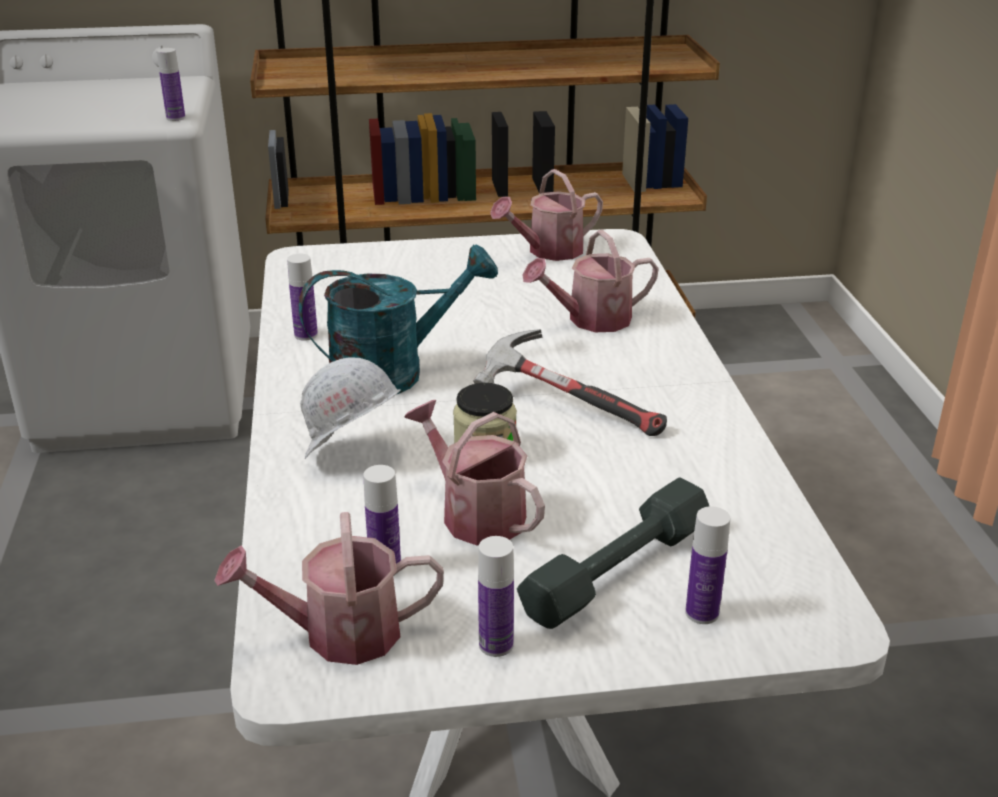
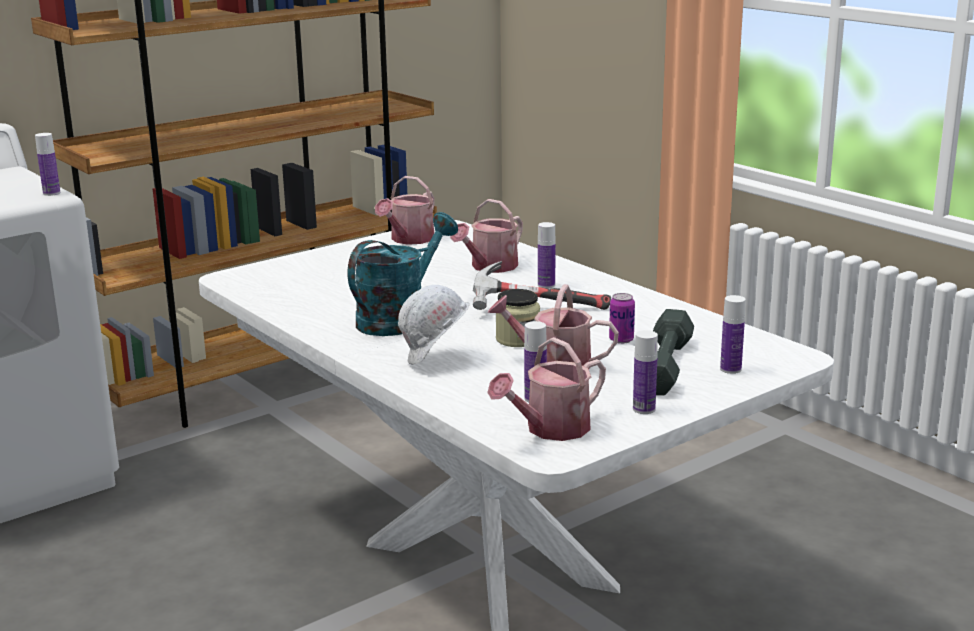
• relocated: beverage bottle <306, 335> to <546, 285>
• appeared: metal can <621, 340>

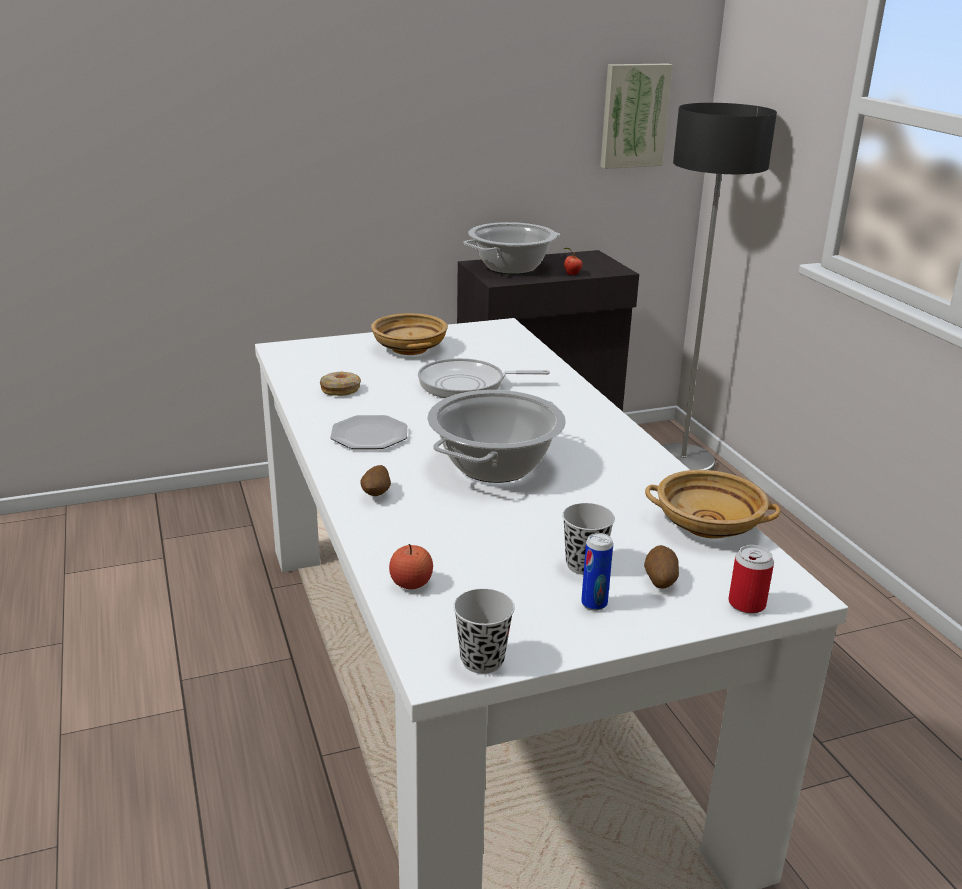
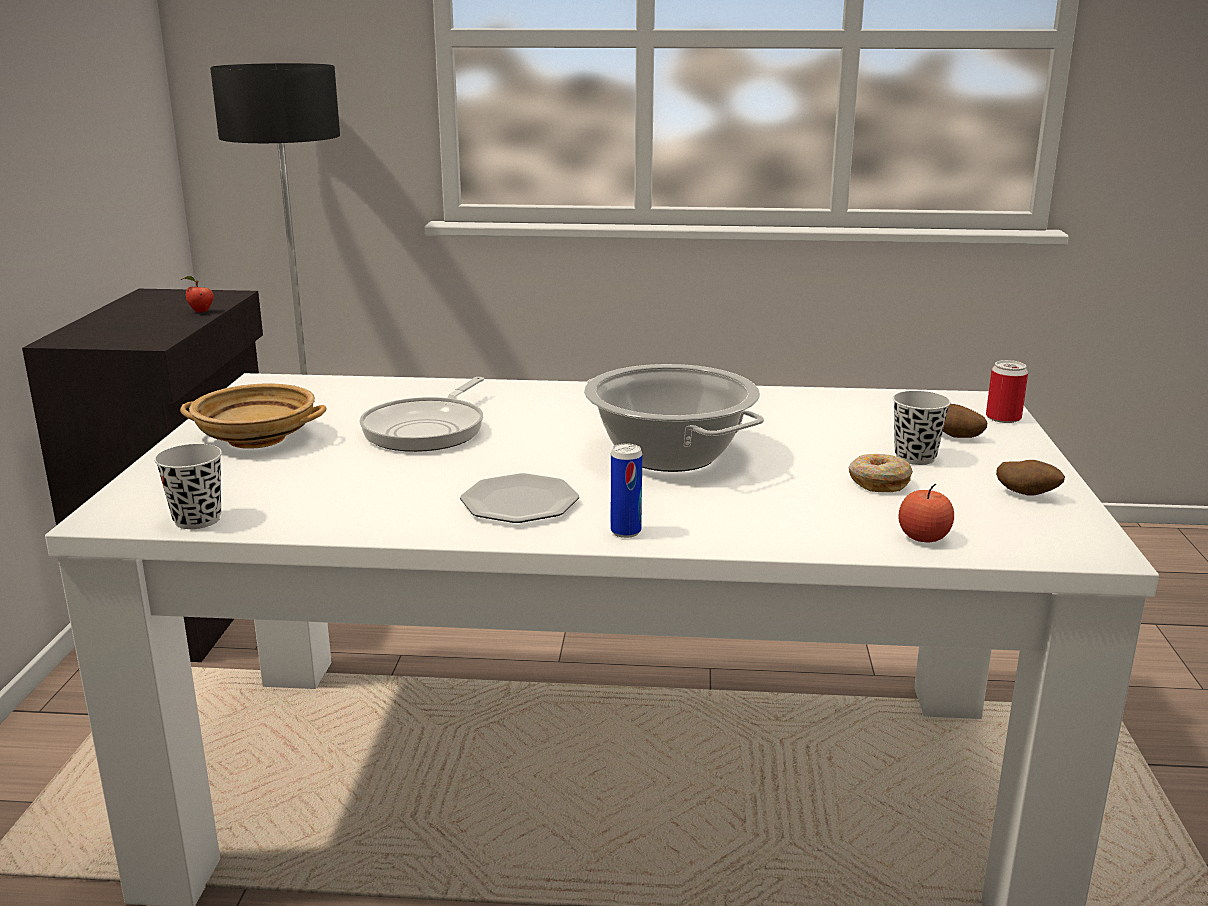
• relocated: black-coloured small cup <482, 660> to <197, 520>
• relocated: metal can <594, 604> to <625, 532>
• relocated: doughnut <340, 390> to <878, 482>
• relocated: whole potato <376, 494> to <1027, 495>
• missing: cooking pot <511, 268>
• missing: picture <633, 115>
• missing: beige deep dish <707, 525>

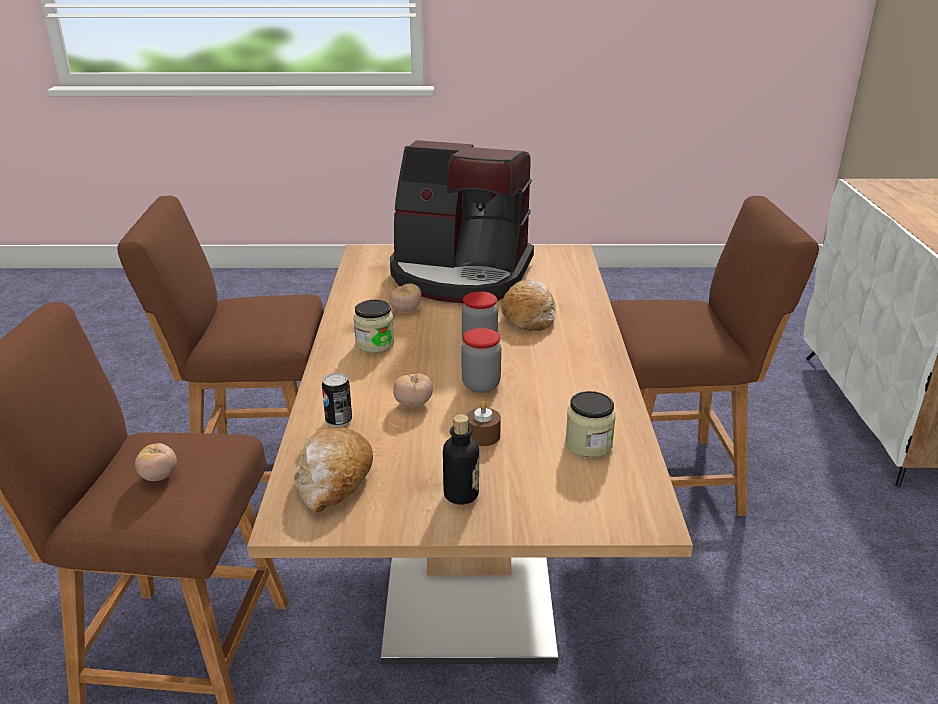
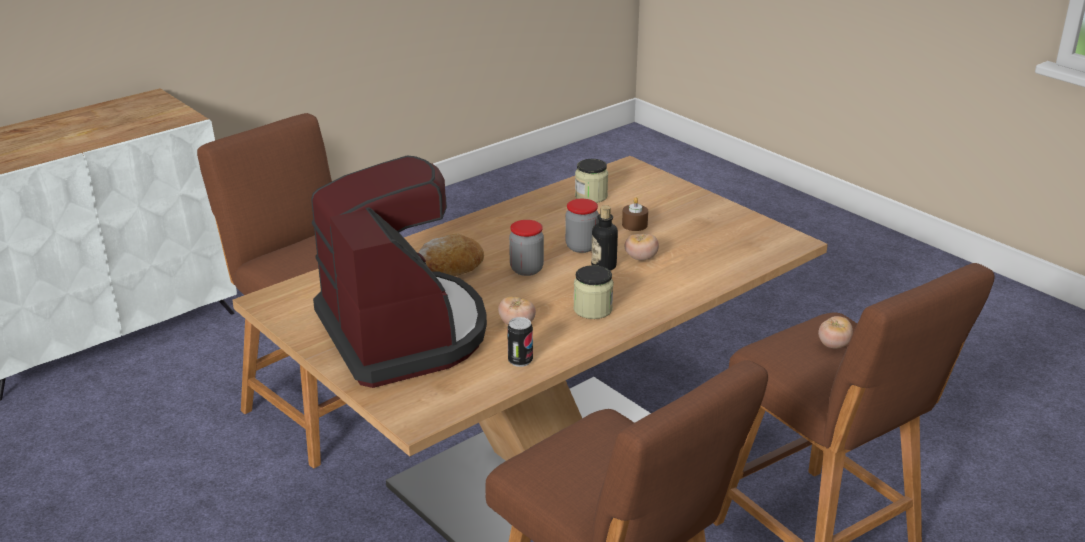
• relocated: metal can <338, 420> to <520, 361>
• relocated: beverage bottle <461, 494> to <603, 266>
• missing: bakery bread <333, 480>

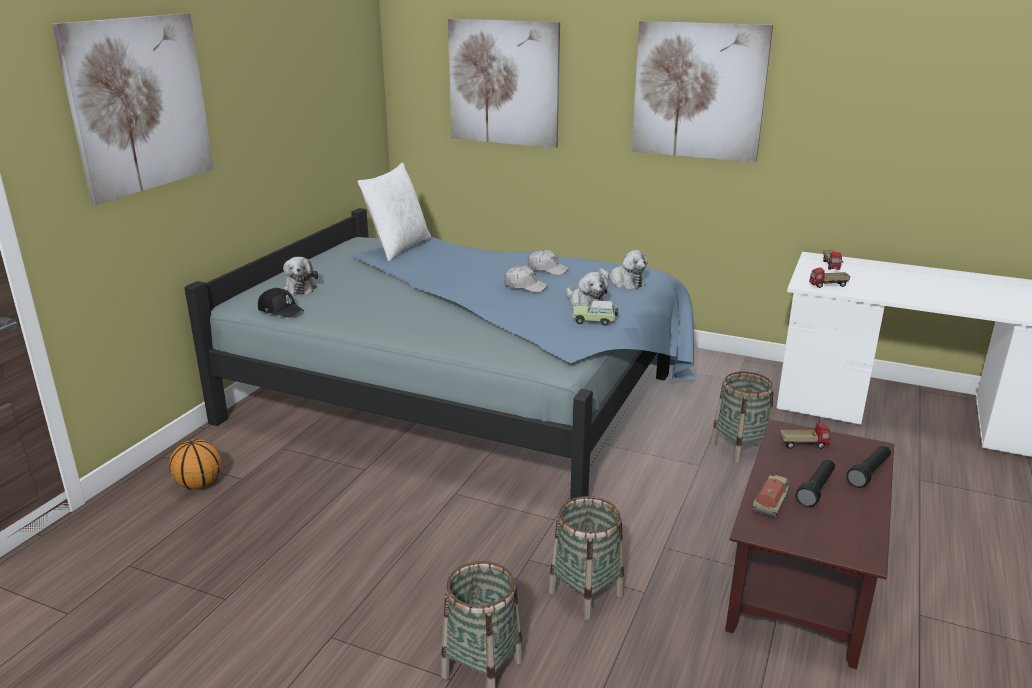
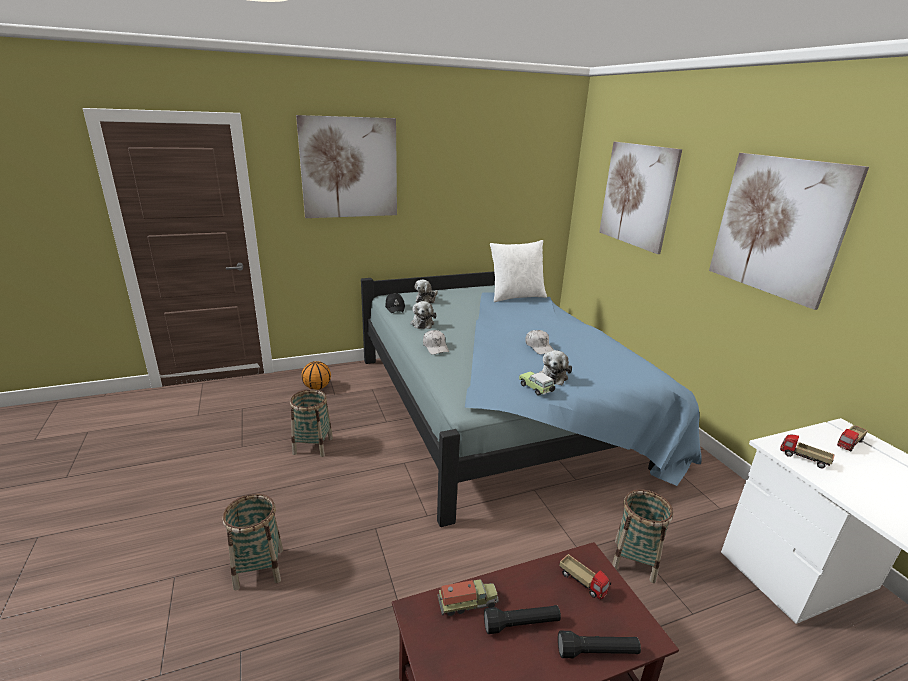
• relocated: basket <586, 593> to <313, 446>
• relocated: soft toy <624, 282> to <422, 323>
• relocated: white-coloured peaked cap <547, 269> to <435, 347>

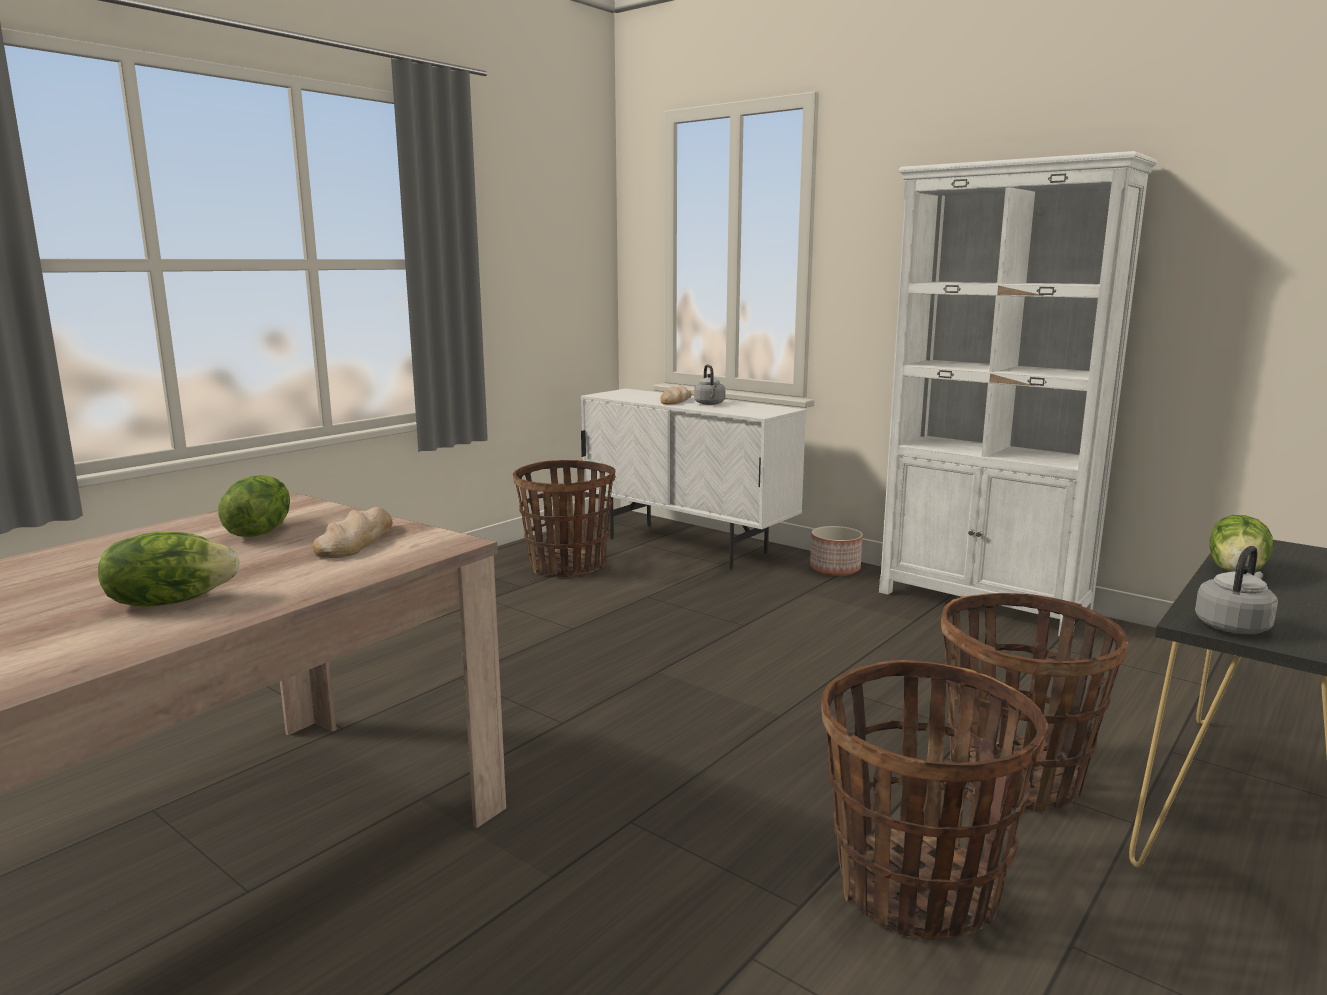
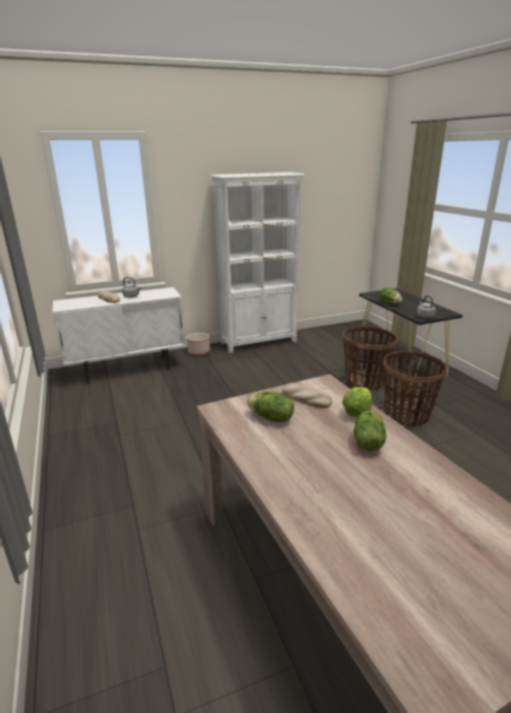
• appeared: lettuce <357, 413>
• missing: basket <567, 566>

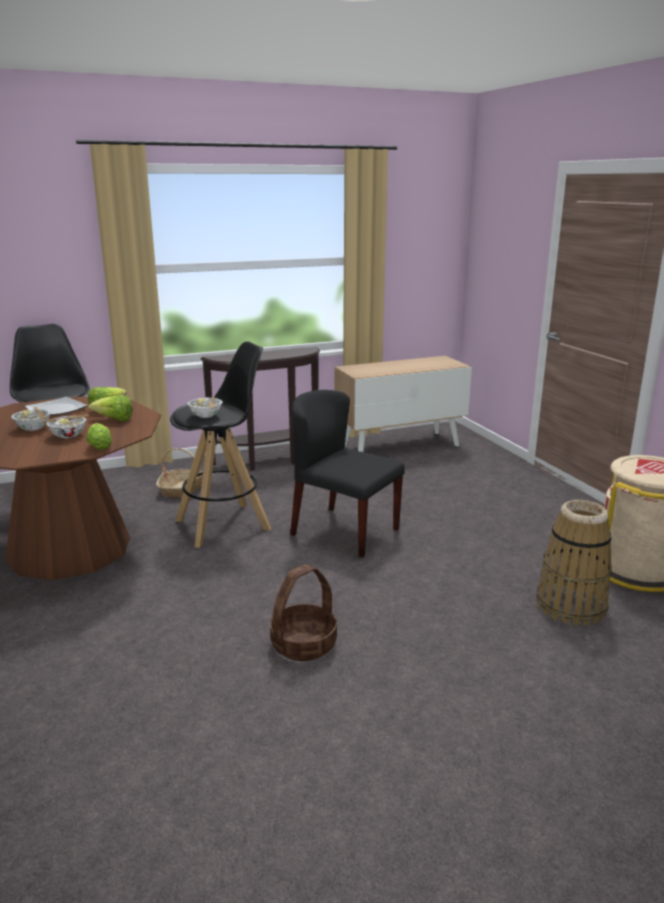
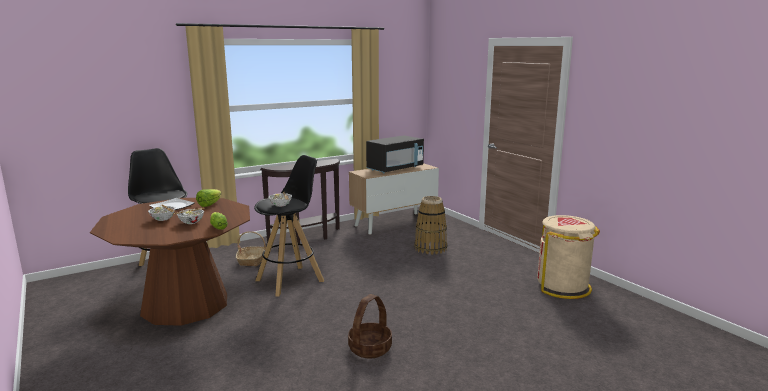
• appeared: black-coloured microwave oven <395, 169>
• relocated: basket <571, 606> to <430, 248>
• missing: lettuce <114, 420>
• missing: black-coloured chair <344, 531>

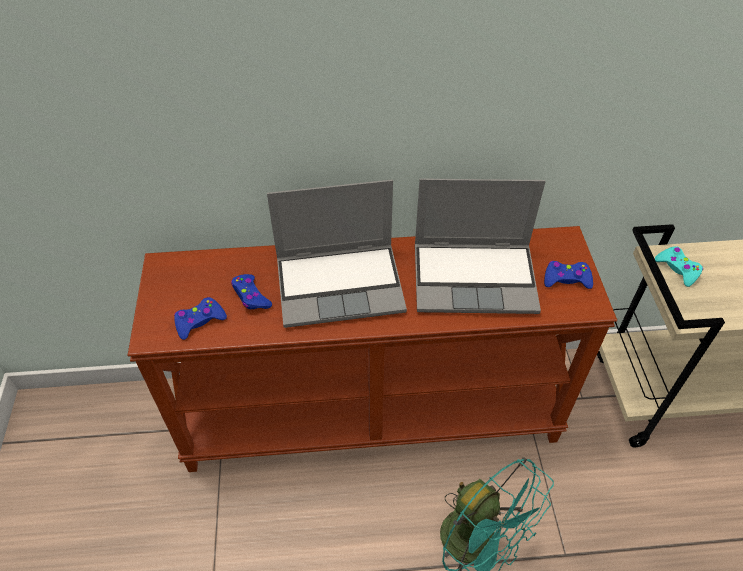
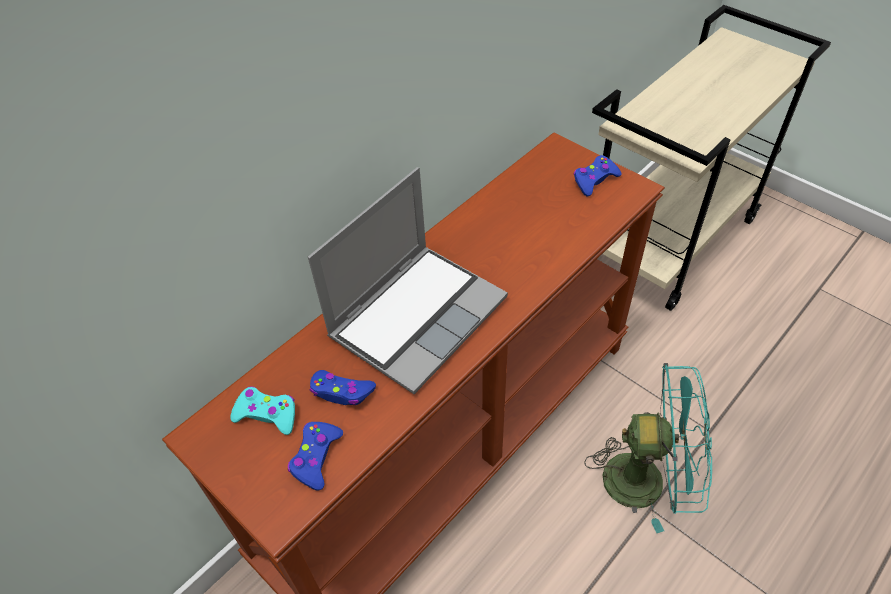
• relocated: blue-green game controller <677, 269> to <267, 414>
• missing: portable computer <475, 278>

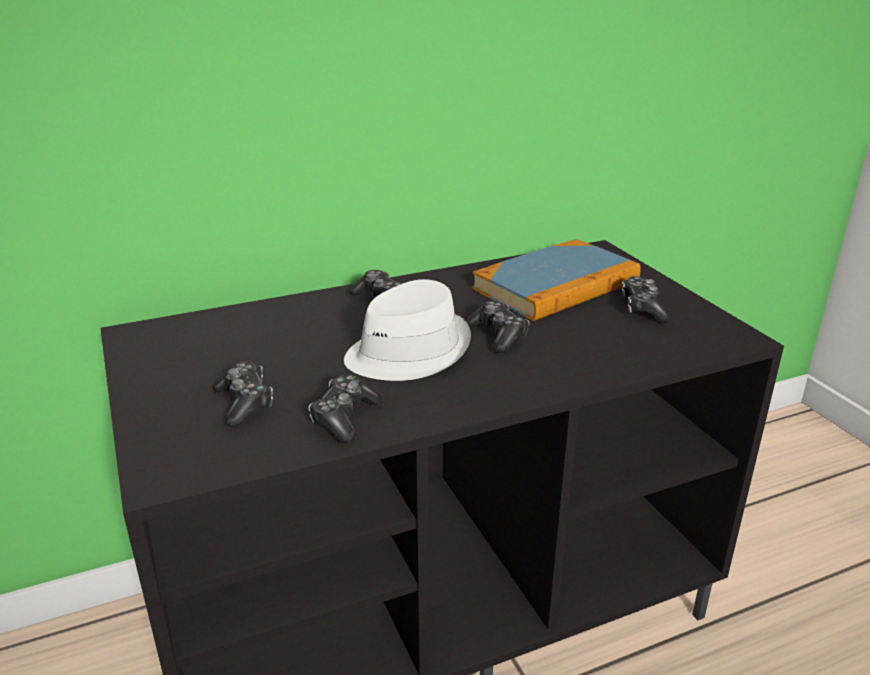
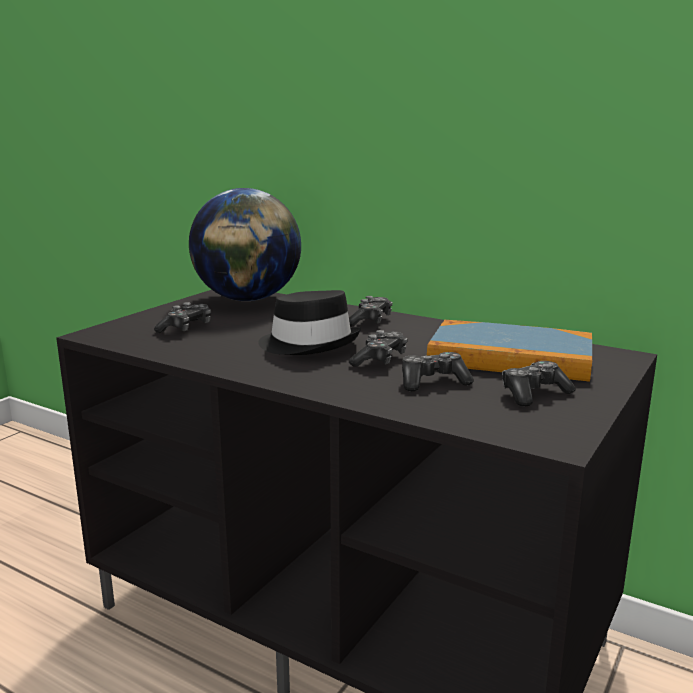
• appeared: world globe <248, 299>
• colour: white-coloured clothing hat <407, 351> to black-coloured clothing hat <309, 344>
• relocated: game controller <345, 418> to <433, 382>

